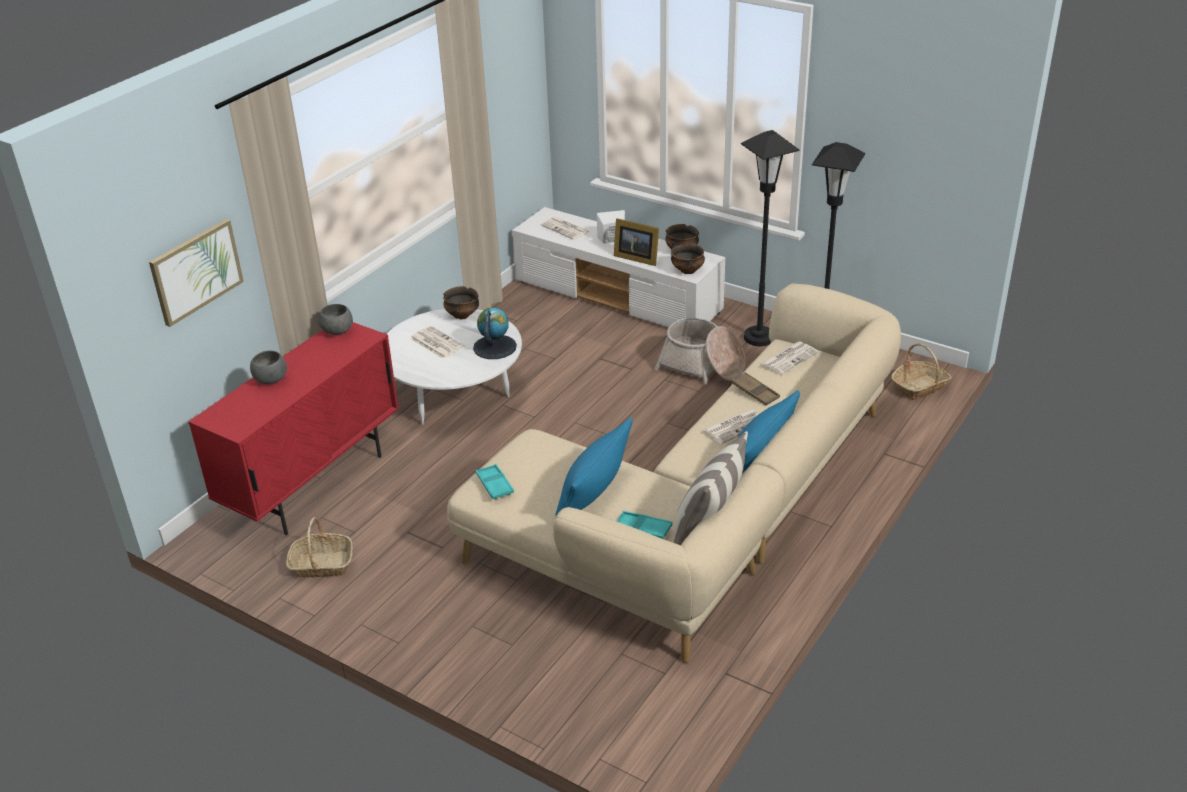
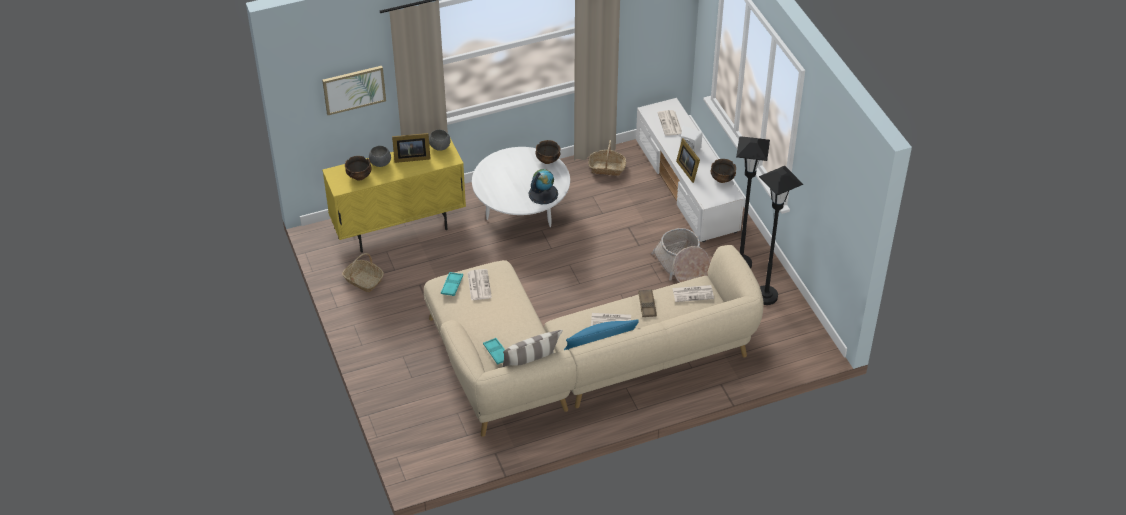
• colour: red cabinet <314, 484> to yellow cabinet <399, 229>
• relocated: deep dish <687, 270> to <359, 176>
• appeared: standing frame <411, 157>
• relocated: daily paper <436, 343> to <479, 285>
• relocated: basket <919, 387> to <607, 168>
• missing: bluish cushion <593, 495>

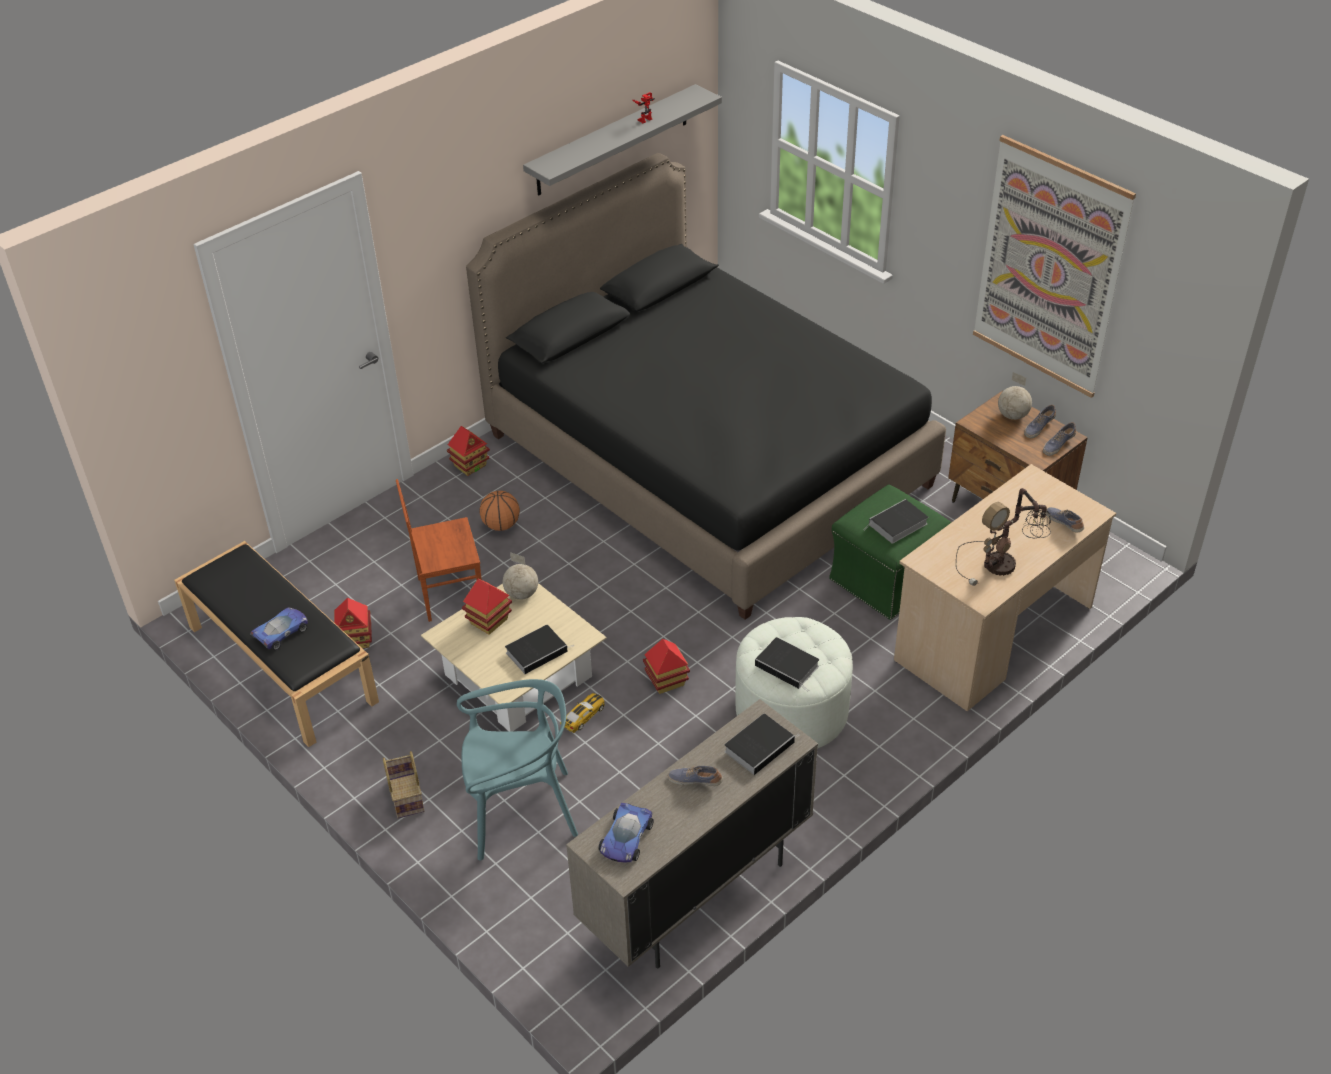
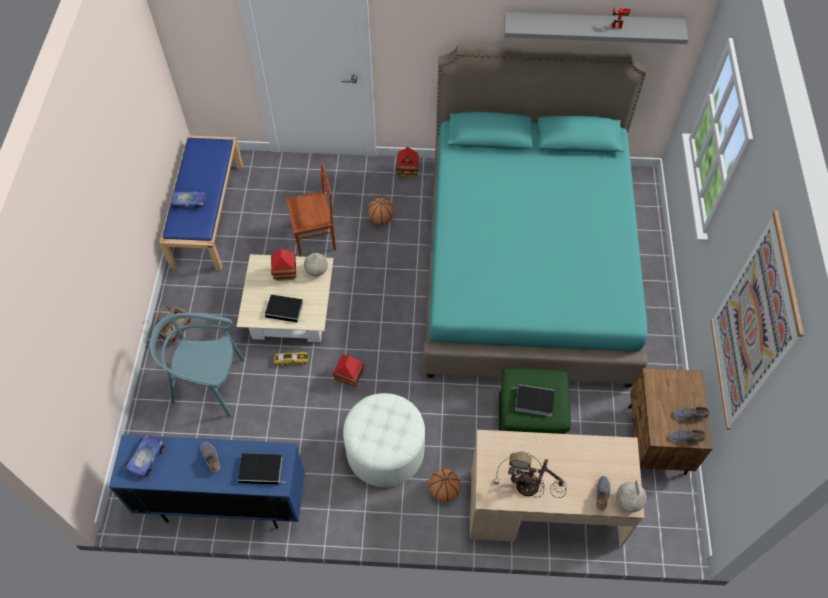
• colour: beige cabinet <696, 894> to bluish cabinet <225, 503>
• spun: miniature car <625, 838> = <146, 457> 135 degrees clockwise
• spun: blue-green chair <521, 811> = <209, 384> 150 degrees clockwise
• colour: black-coloured long seat <280, 663> to bluish long seat <207, 214>
• spun: brown chair <449, 593> = <315, 238> 135 degrees clockwise
• colour: black-coloured bedroom bed <707, 460> to blue-green bedroom bed <526, 265>
• appeared: basketball ball <444, 490>
• relocated: world globe <1012, 415> to <628, 501>
• missing: model house <356, 640>
• missing: volume <789, 666>

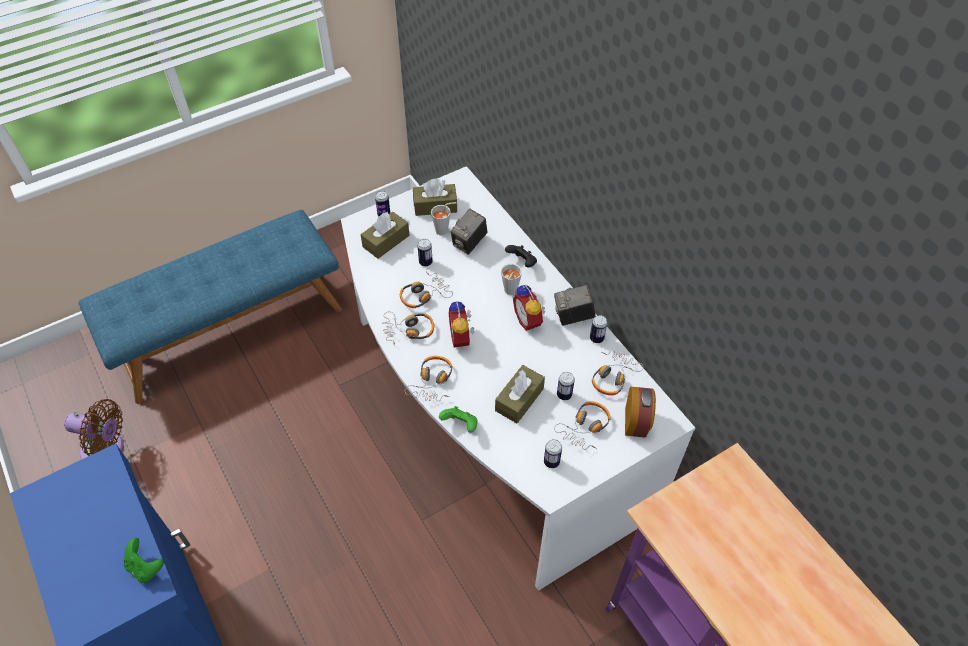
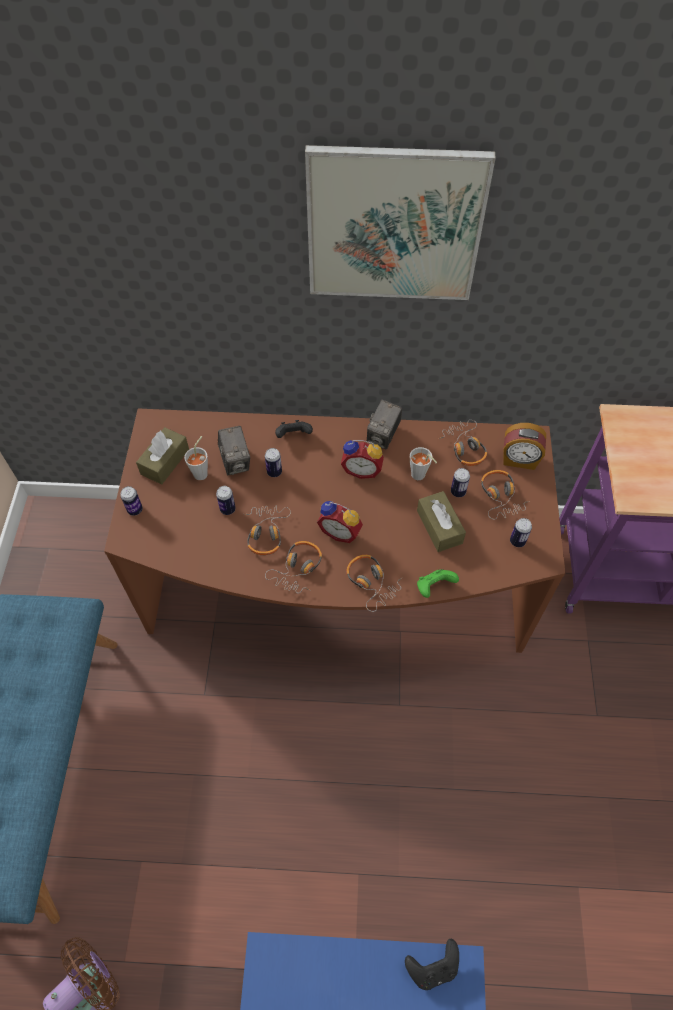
• colour: white-coloured desk table <489, 416> to brown desk table <336, 587>
• relocated: metal can <596, 338> to <274, 472>
• appeared: picture <394, 226>
• colour: green-coloured game controller <145, 567> to black-coloured game controller <432, 966>
• relocated: gray small cup <509, 292> to <420, 477>
• spun: table clock <636, 422> = <519, 460> 150 degrees clockwise
• missing: brown box of tissues <386, 241>

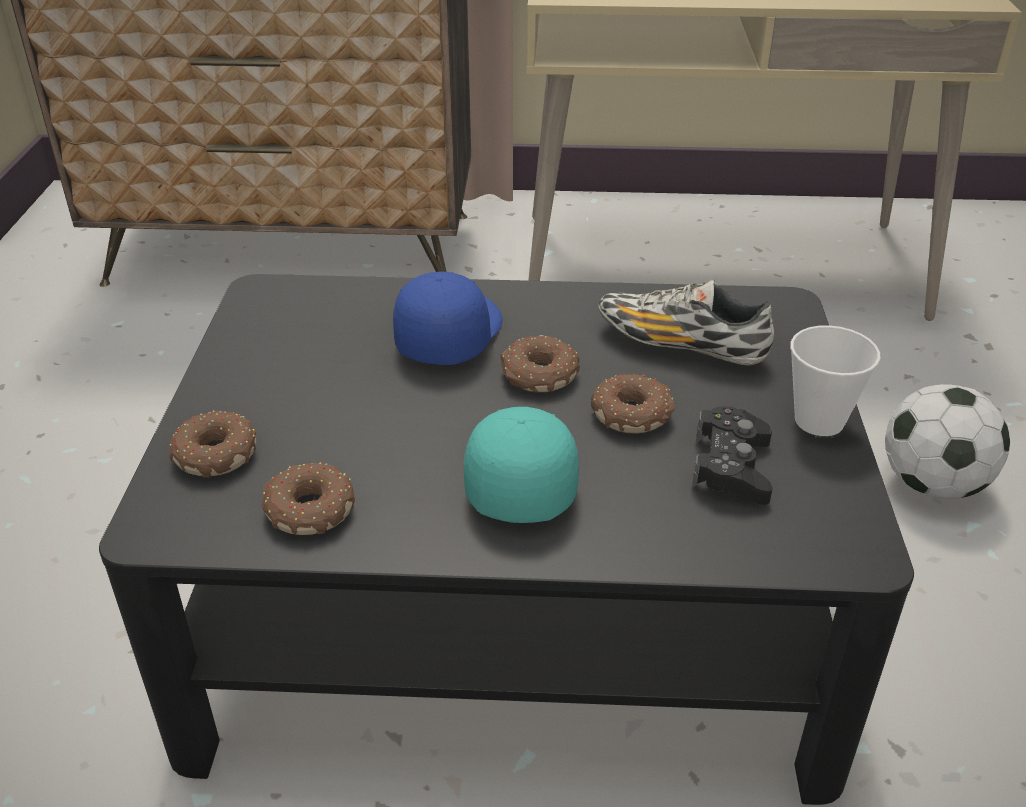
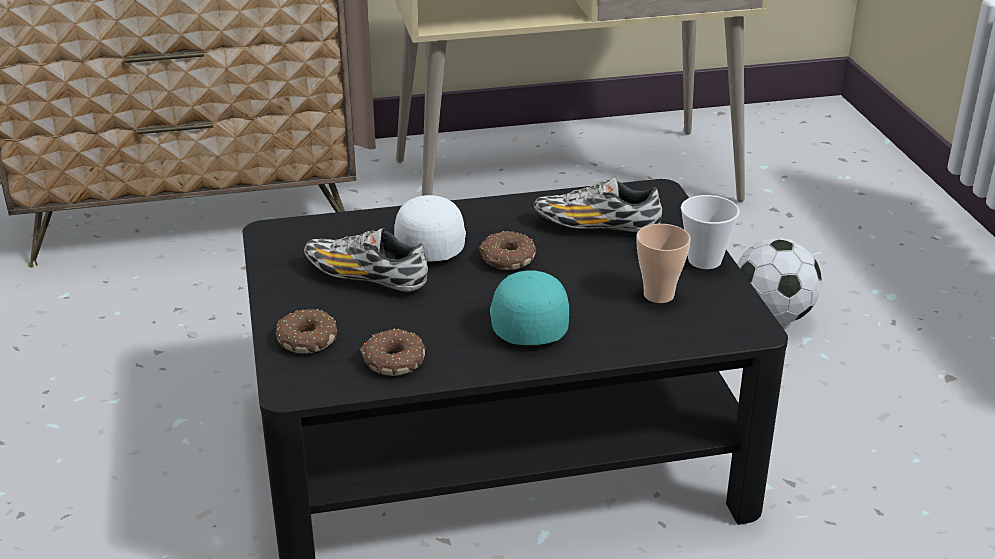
• appeared: shoe <365, 278>
• colour: bluish peaked cap <449, 335> to white-coloured peaked cap <430, 242>
• exchanged: black-coloured game controller <731, 467> to small cup <658, 295>
• missing: doughnut <633, 414>

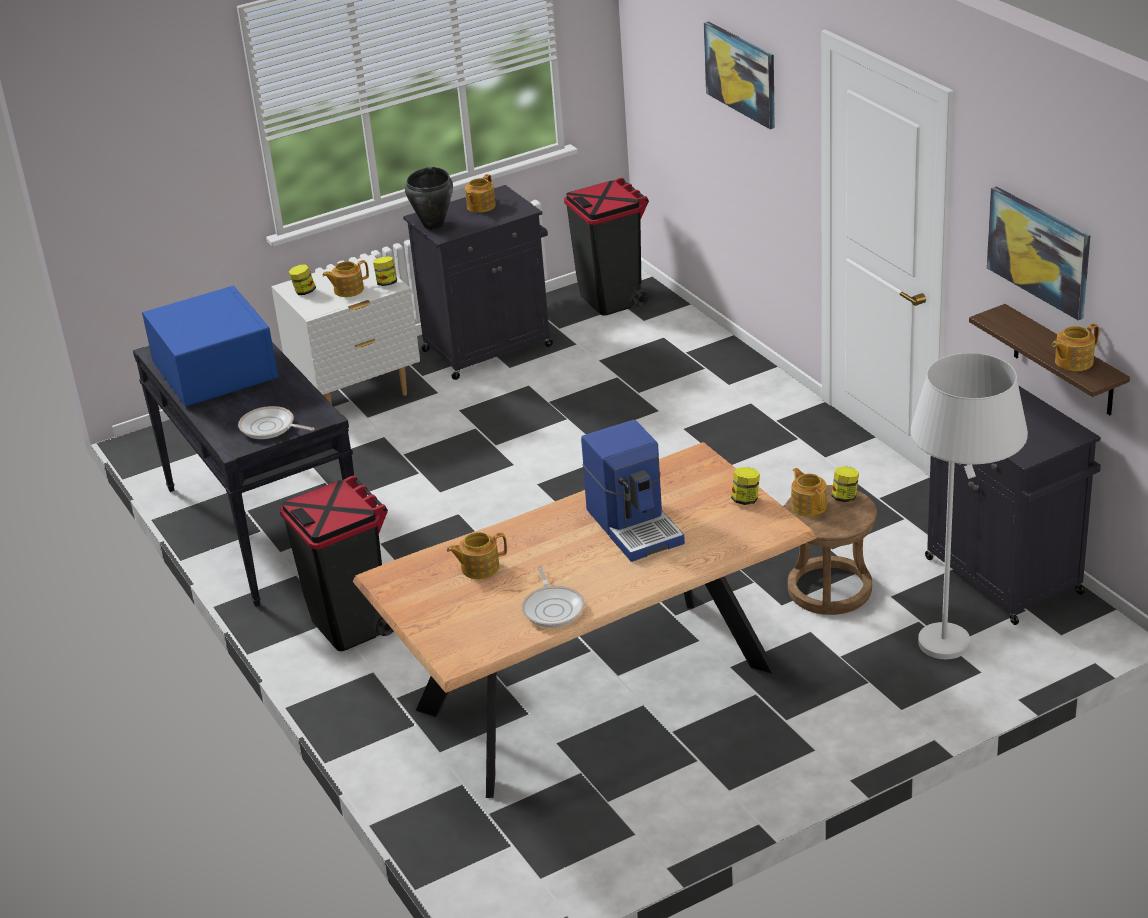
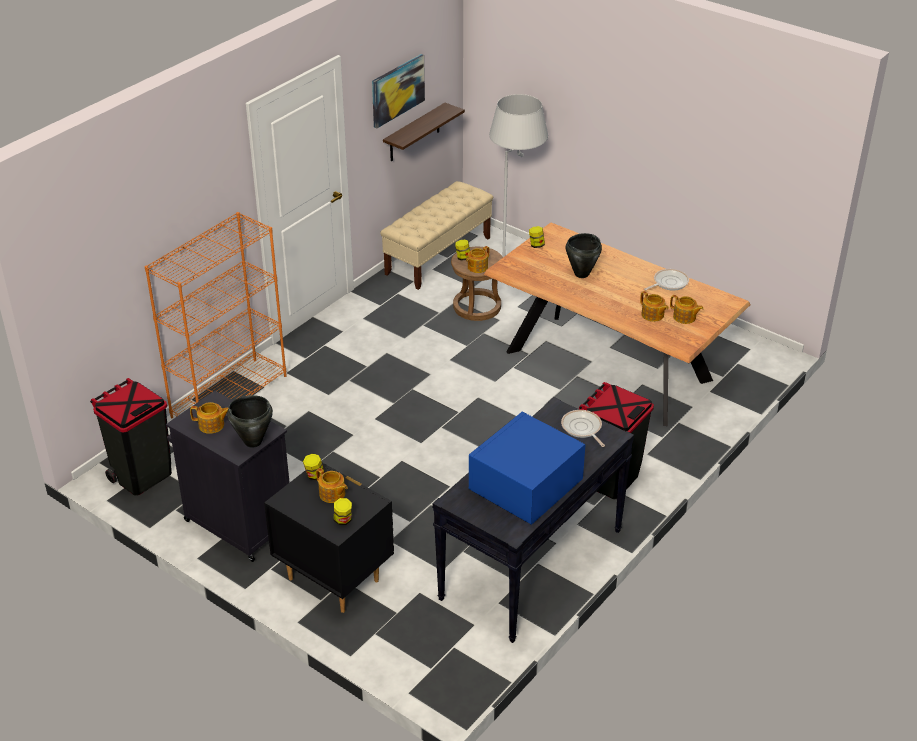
• appeared: orangey bookcase <229, 395>
• colour: white-coloured bedside table <357, 395> to black-coloured bedside table <334, 579>
• exchanged: black-coloured cabinet <1005, 578> to beige long seat <438, 255>
• spun: pan <270, 428> = <582, 428> 150 degrees clockwise
• exchanged: coffee brewer <635, 525> to black-coloured cooking pot <581, 274>
• relocated: tea pot <1073, 362> to <684, 317>
• missing: picture <741, 74>

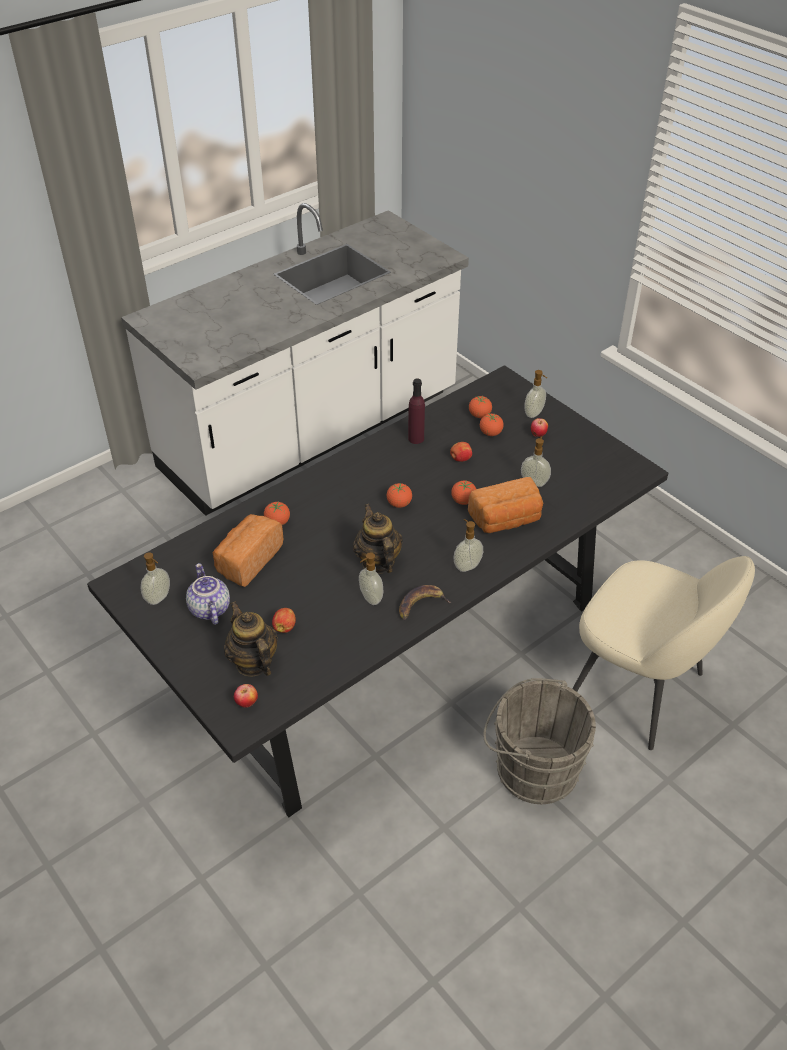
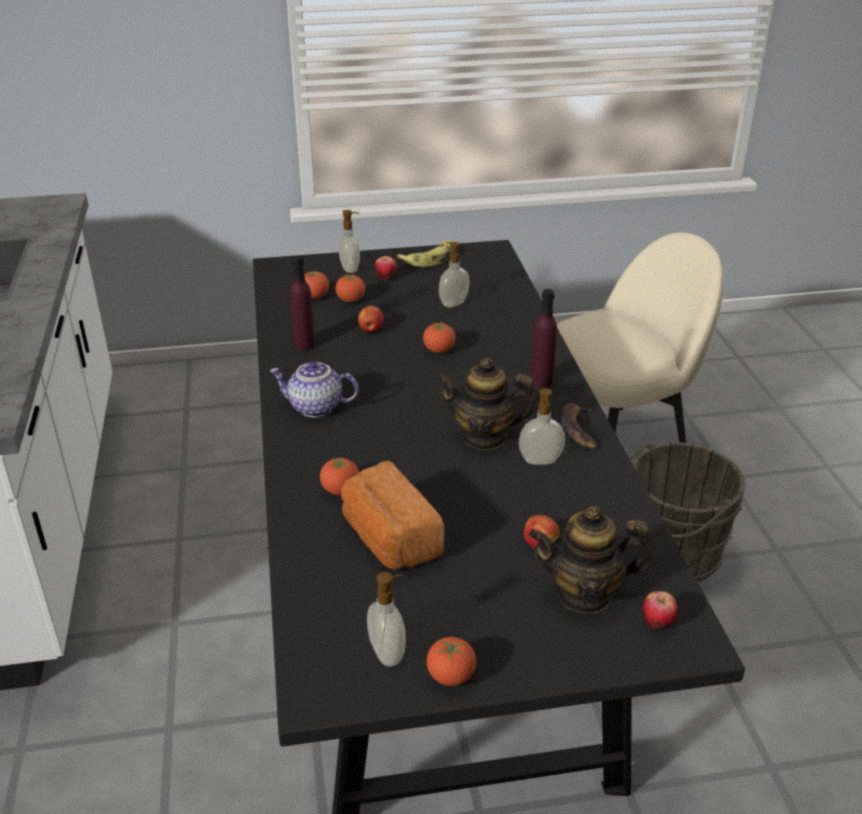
• relocated: tea pot <208, 609> to <315, 408>
• appeared: banana <429, 259>
• relocated: whole tomato <399, 504> to <451, 676>
• exchanged: liquid soap bottle <467, 566> to purplish beverage bottle <541, 381>
• missing: bakery bread <506, 520>

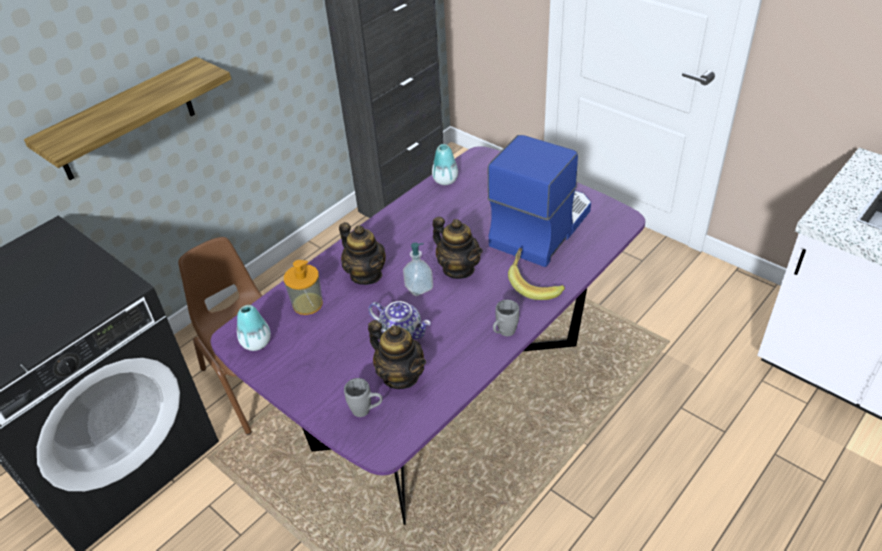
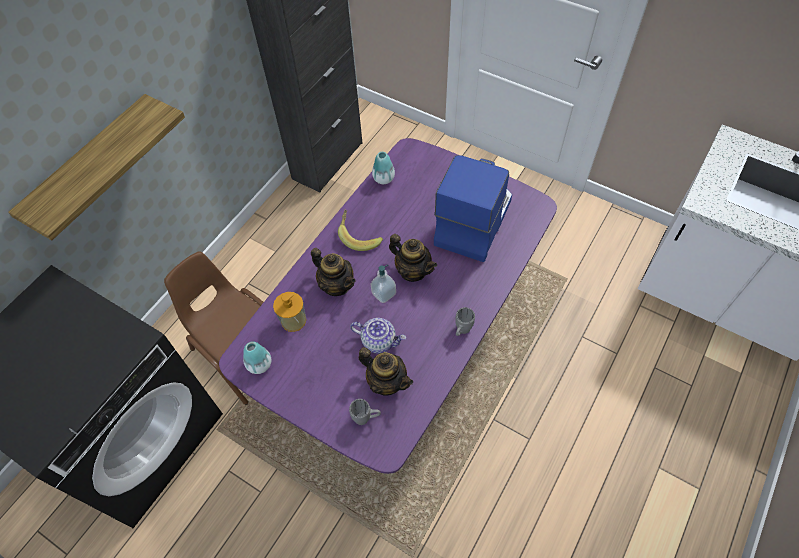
• relocated: banana <534, 284> to <359, 236>

